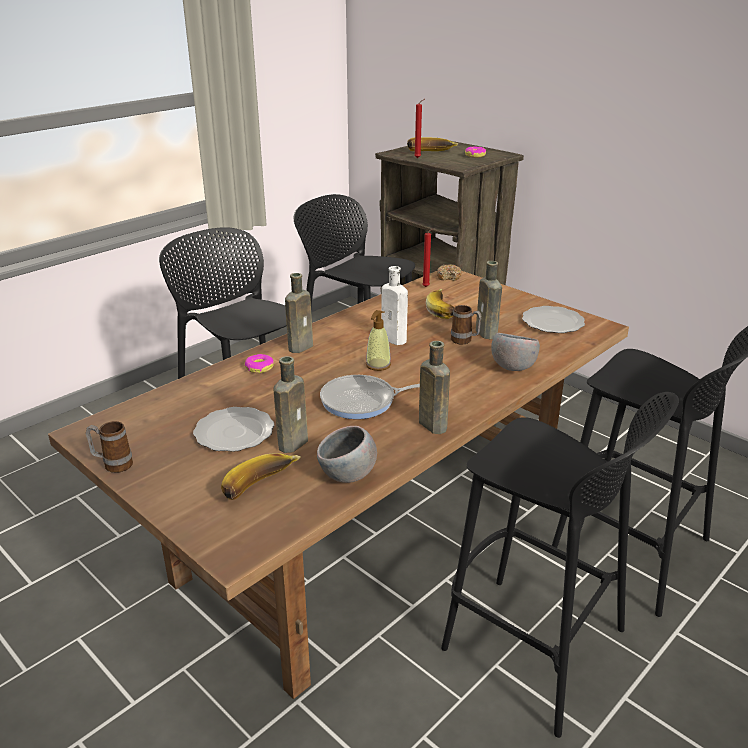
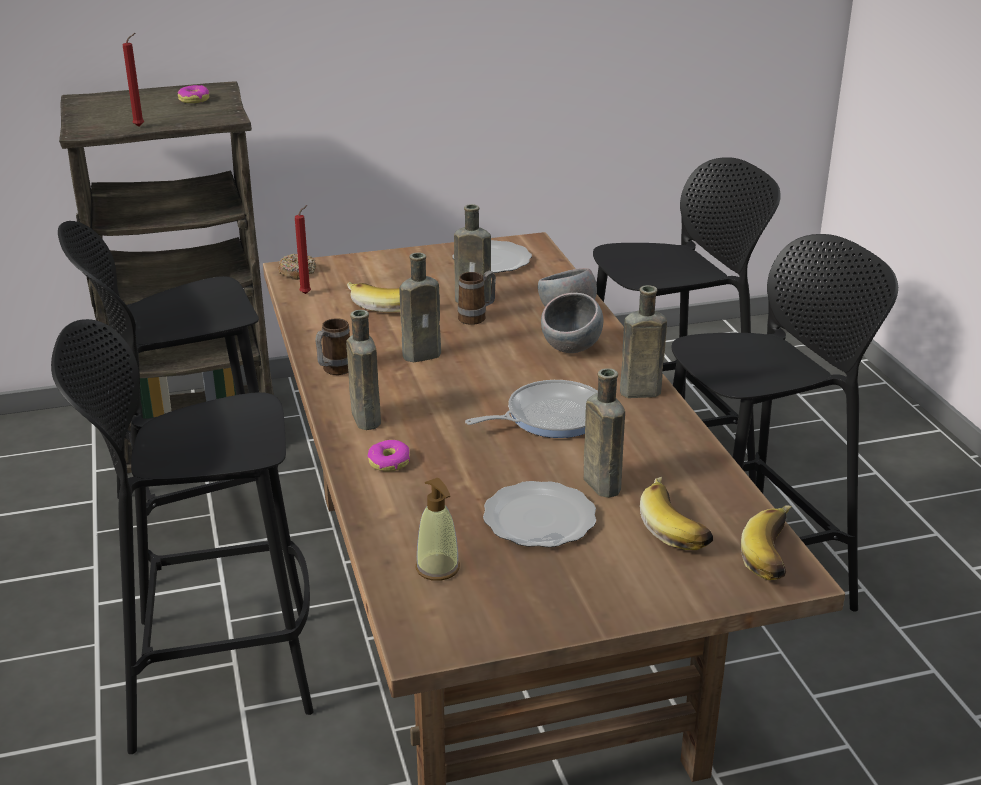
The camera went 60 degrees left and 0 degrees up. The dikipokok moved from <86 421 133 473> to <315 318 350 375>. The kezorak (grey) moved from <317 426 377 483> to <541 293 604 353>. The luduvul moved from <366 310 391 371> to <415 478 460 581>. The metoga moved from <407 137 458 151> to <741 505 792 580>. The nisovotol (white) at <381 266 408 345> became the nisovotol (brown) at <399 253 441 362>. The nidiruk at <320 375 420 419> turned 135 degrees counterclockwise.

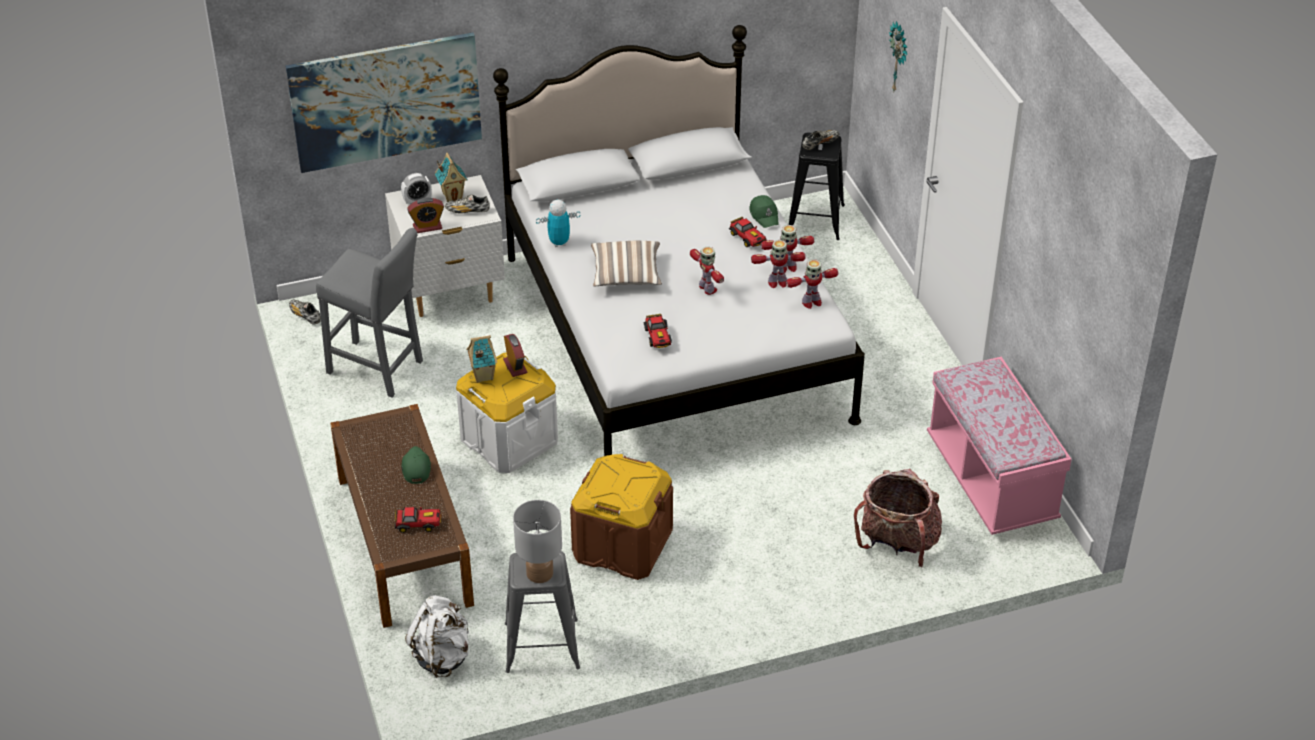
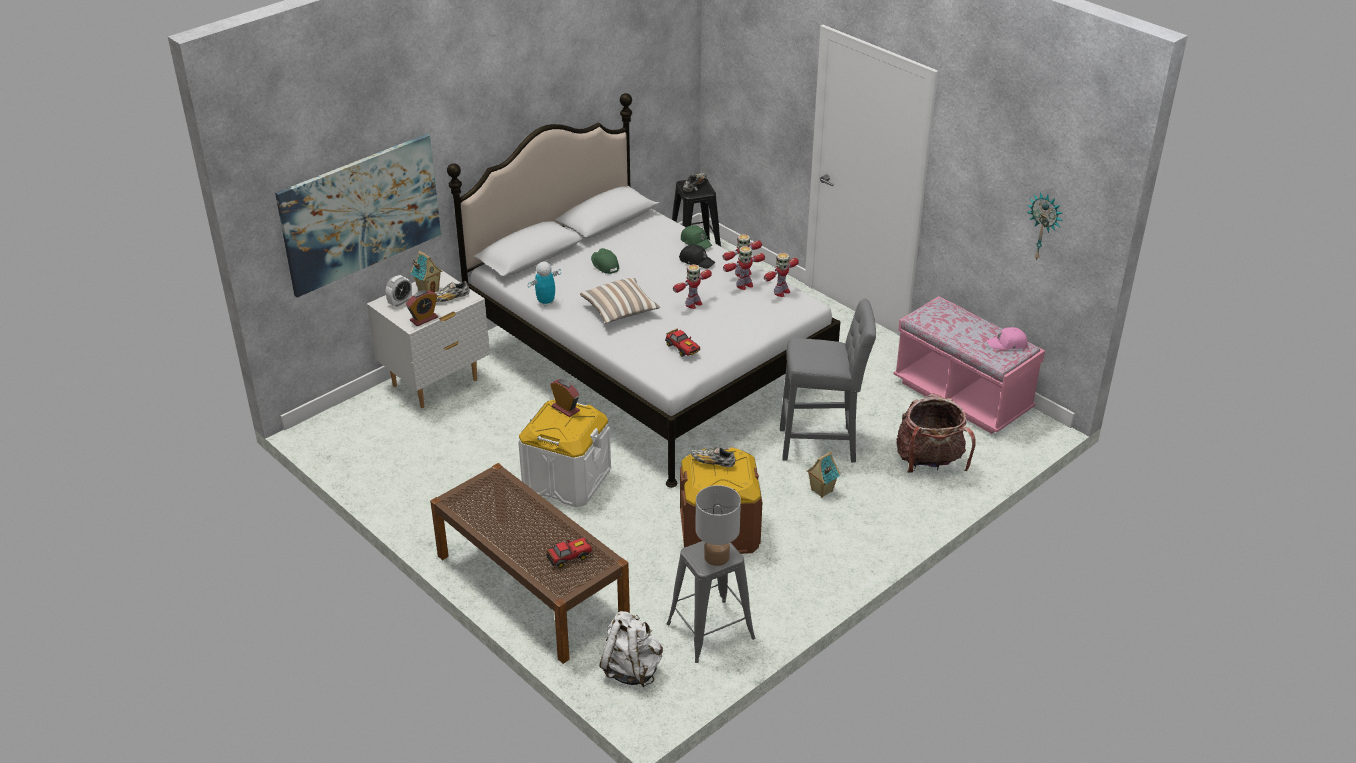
The camera went 25 degrees left and 5 degrees down. The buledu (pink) at <987 327 1027 349> appeared. The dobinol moved from <289 300 321 325> to <691 447 735 468>. The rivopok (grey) moved from <316 228 423 398> to <780 298 876 462>. The buledu (green) moved from <401 446 431 484> to <591 248 619 274>. The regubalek moved from <466 335 497 383> to <806 452 841 498>. The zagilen moved from <889 21 907 91> to <1027 192 1062 261>. The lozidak at <729 217 766 247> was replaced by the buledu (black) at <679 244 715 269>. The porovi at <690 246 724 295> turned 105 degrees clockwise.

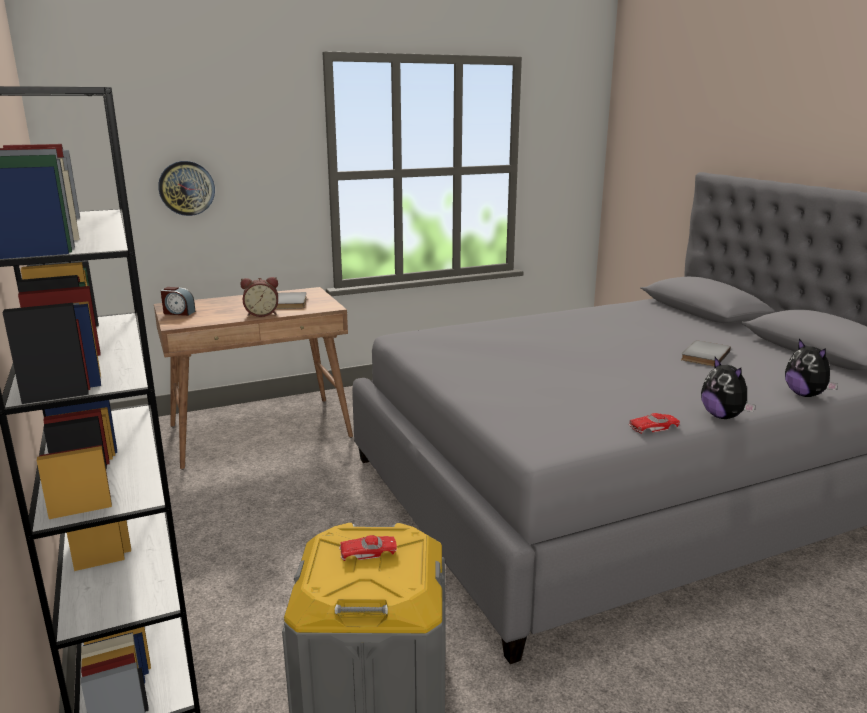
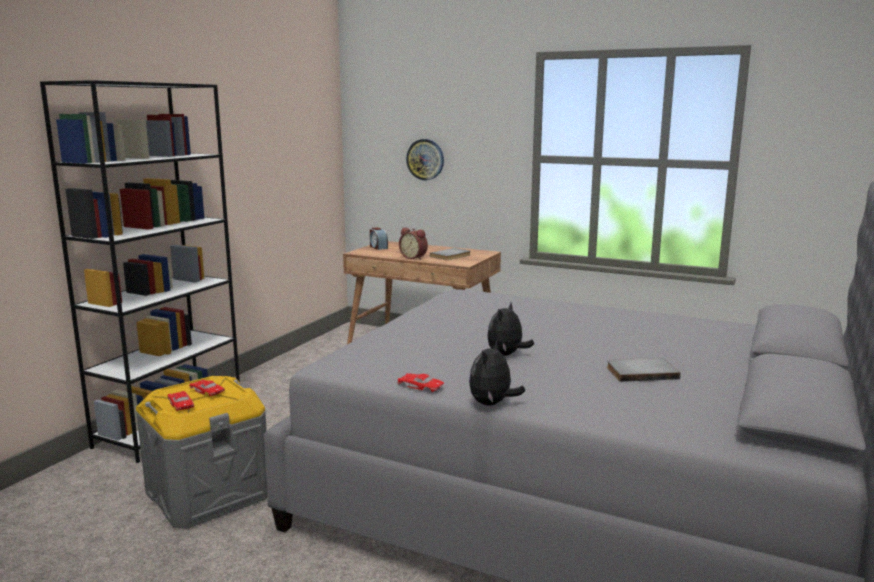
The camera went 50 degrees right and 5 degrees down. The lozidak (red) at <168 391 194 411> appeared. The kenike moved from <785 339 838 397> to <487 302 534 356>.

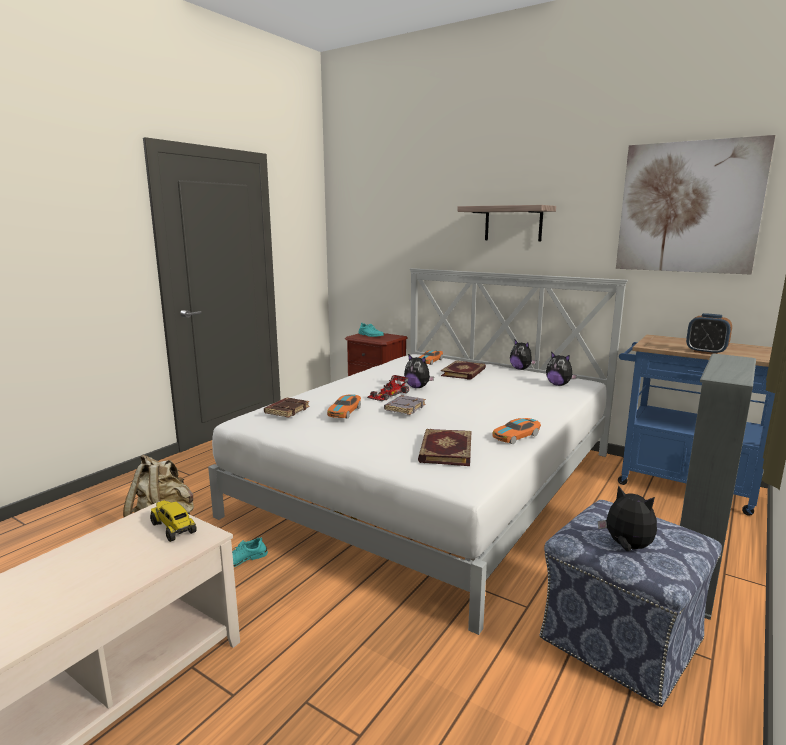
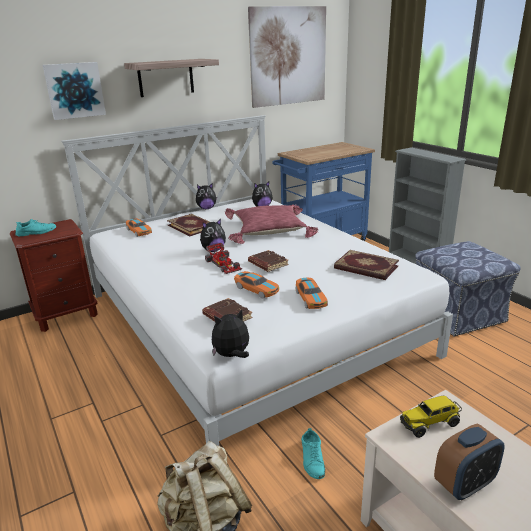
The camera went 65 degrees left and 10 degrees up. The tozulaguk at <43 62 106 120> appeared. The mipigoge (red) at <225 204 319 244> appeared. The lozidak moved from <493 418 541 444> to <296 278 328 309>. The kenike moved from <598 485 657 551> to <212 310 249 358>. The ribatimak moved from <686 313 732 354> to <434 424 505 500>. The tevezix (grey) at <384 395 426 415> became the tevezix (brown) at <248 250 289 272>.

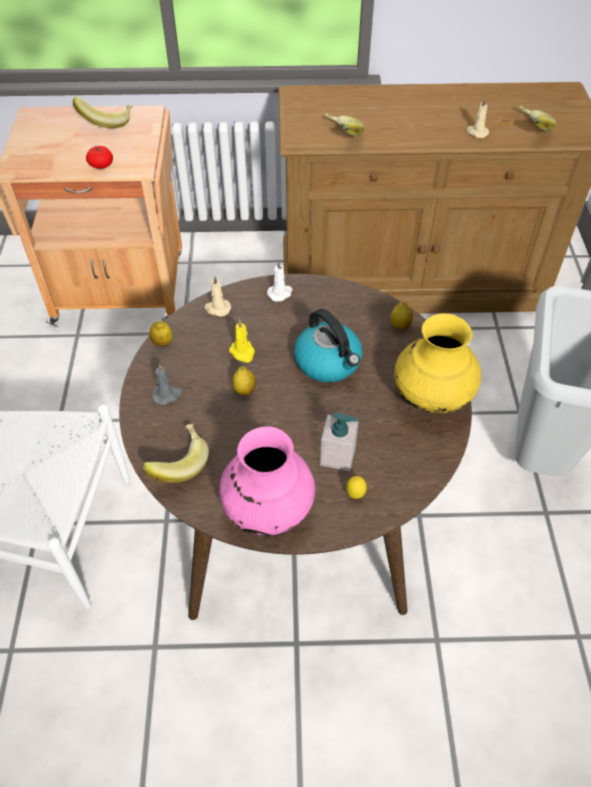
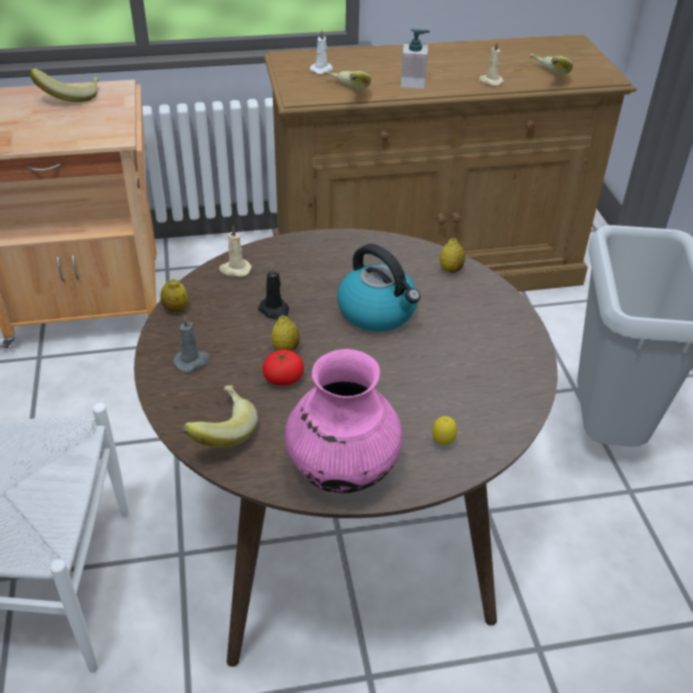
The camera went 10 degrees left and 10 degrees down. The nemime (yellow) at <394 313 481 413> disappeared. The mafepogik moved from <86 146 113 169> to <262 350 304 386>. The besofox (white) moved from <267 261 292 302> to <310 30 333 74>. The luduvul moved from <320 413 359 471> to <400 29 430 89>. The besofox (yellow) at <229 319 255 363> became the besofox (black) at <258 265 289 320>.

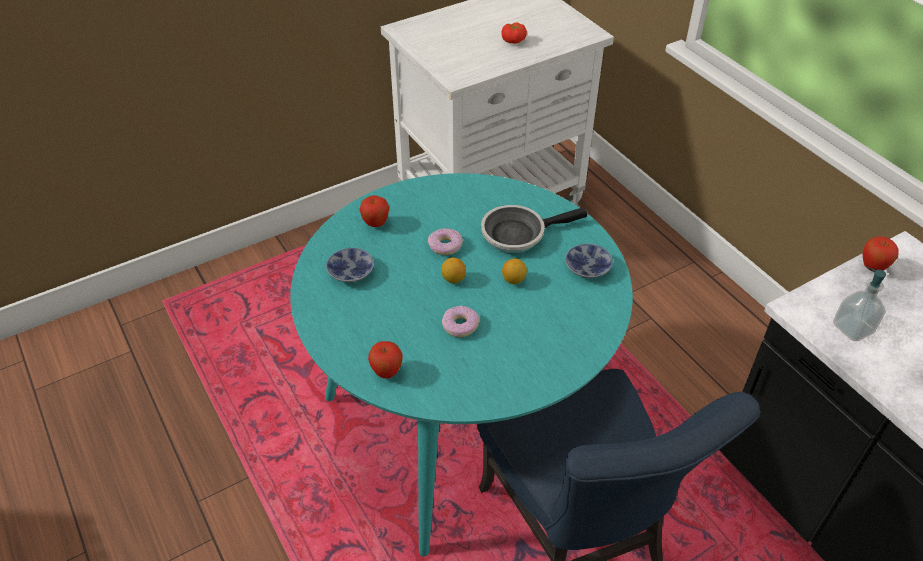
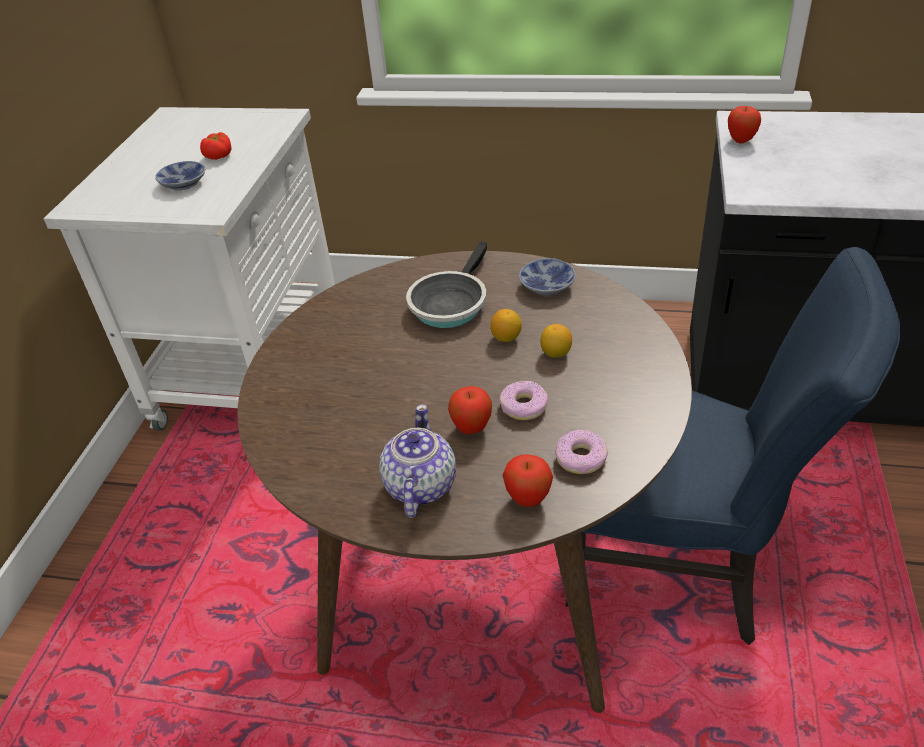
The camera went 45 degrees left and 5 degrees down. The luduvul at <833 267 886 341> disappeared. The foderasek at <379 404 456 518> appeared. The kezorak moved from <326 248 374 282> to <155 161 205 190>. The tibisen moved from <359 195 389 227> to <448 386 492 434>. The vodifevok moved from <428 228 463 255> to <555 430 608 474>. The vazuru moved from <441 257 466 284> to <540 324 572 358>. The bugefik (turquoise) at <290 173 633 556> became the bugefik (brown) at <237 251 692 713>.

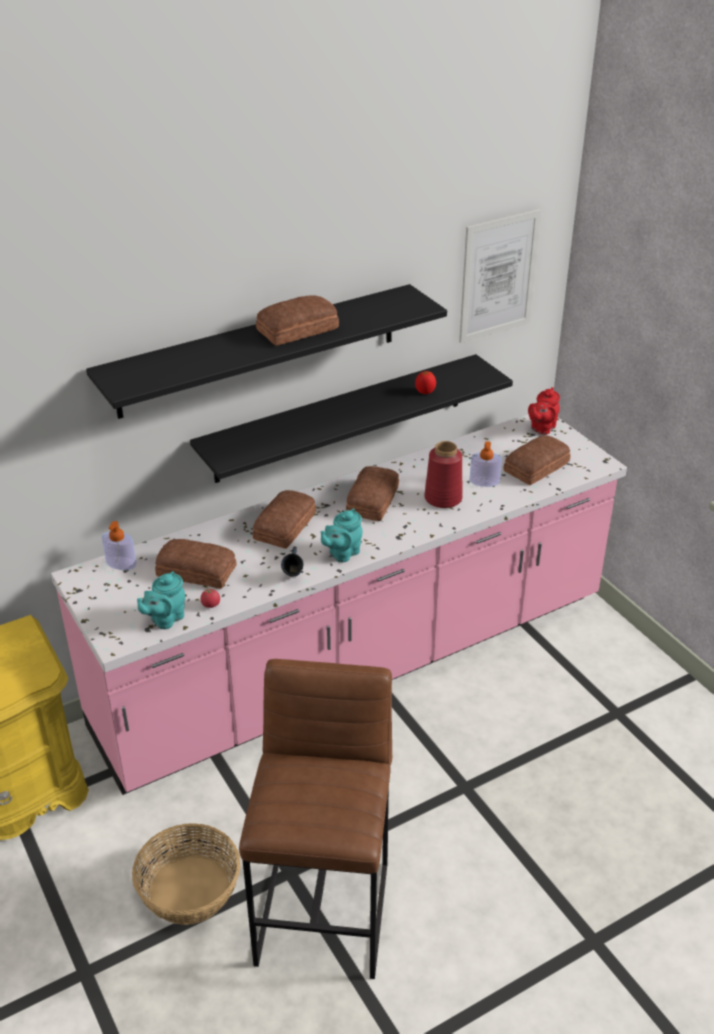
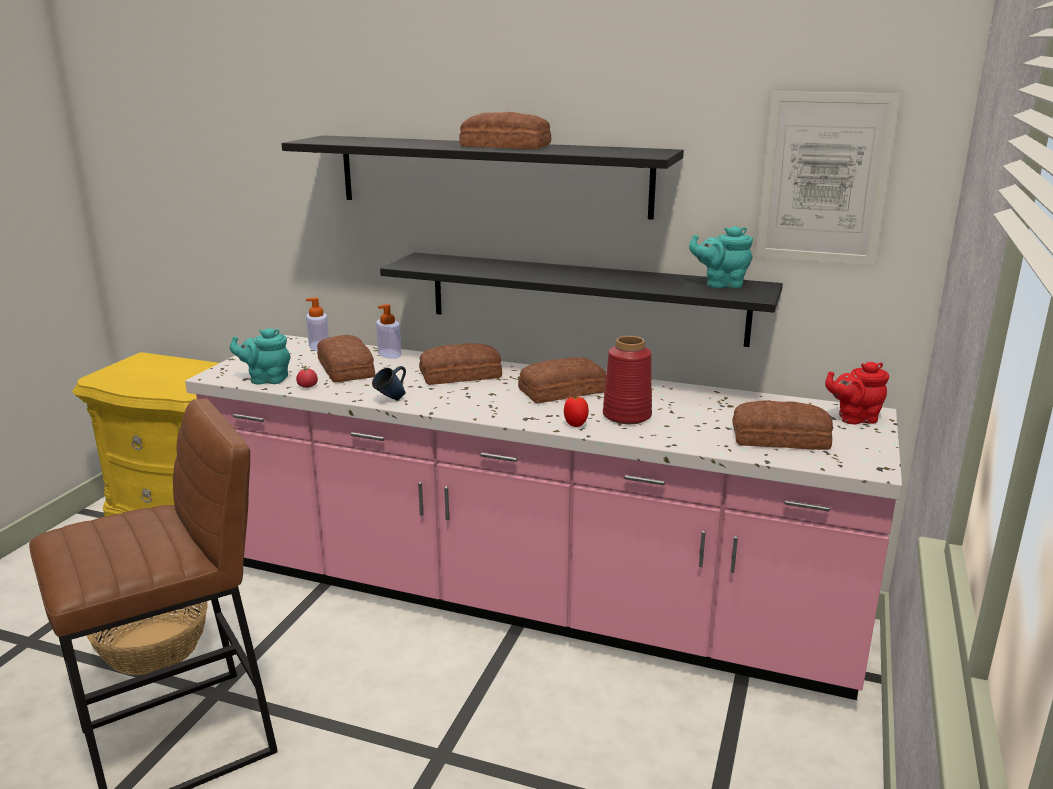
The camera went 50 degrees right and 15 degrees down. The foderasek (turquoise) moved from <321 508 363 562> to <689 226 753 288>. The mafepogik moved from <415 371 436 394> to <564 396 589 427>. The luduvul moved from <470 441 502 487> to <376 304 401 359>.

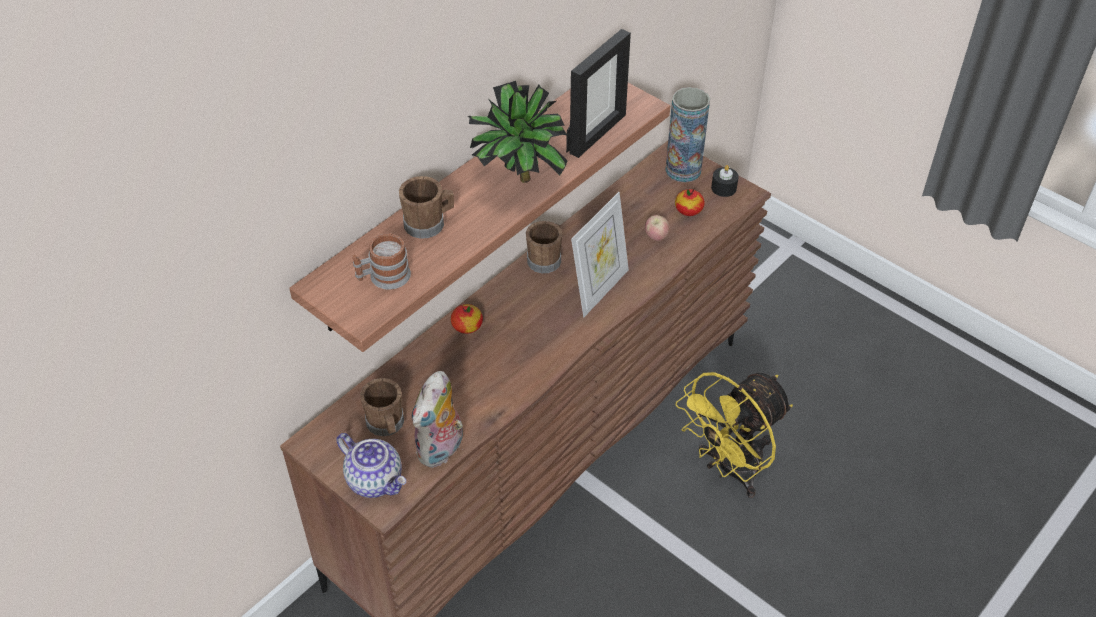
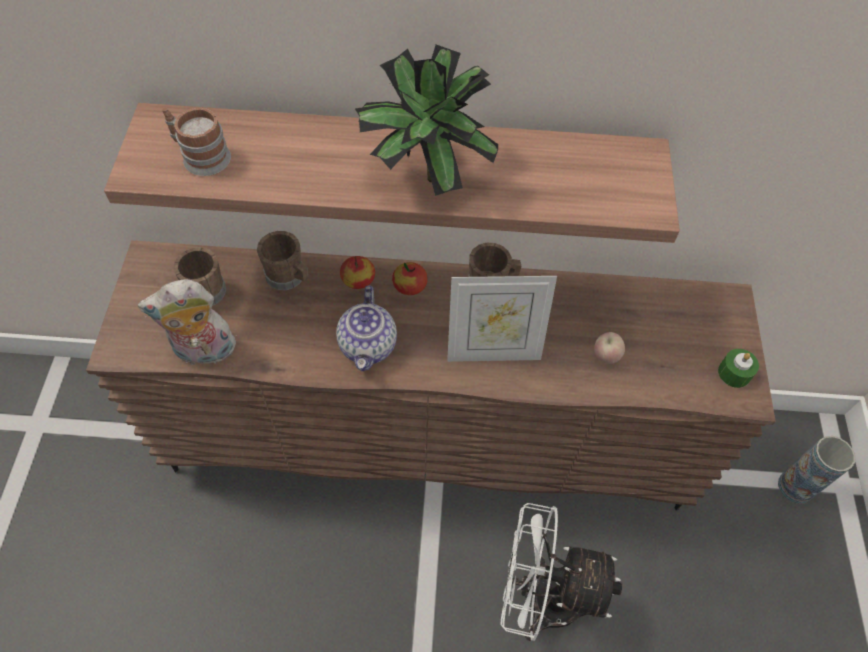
The camera went 50 degrees right and 10 degrees up. The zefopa at <566 29 631 158> disappeared. The foderasek moved from <336 433 406 498> to <336 286 397 371>. The dikipokok (brown) moved from <399 176 454 239> to <257 231 308 290>. The nemime moved from <665 87 710 182> to <778 436 855 504>. The tibisen moved from <675 188 705 216> to <392 262 428 295>. The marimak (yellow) at <676 372 793 498> became the marimak (white) at <501 503 622 641>. The besofox (black) at <711 165 739 197> became the besofox (green) at <718 349 759 388>.

